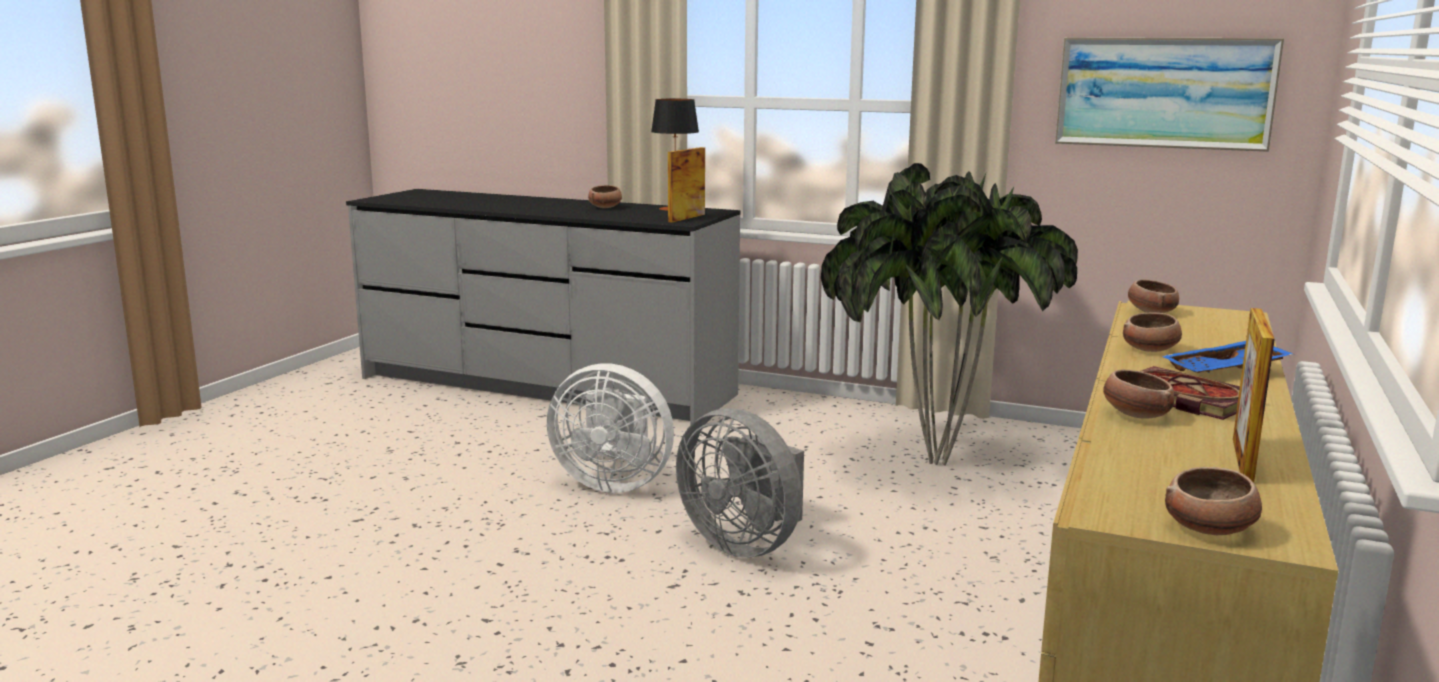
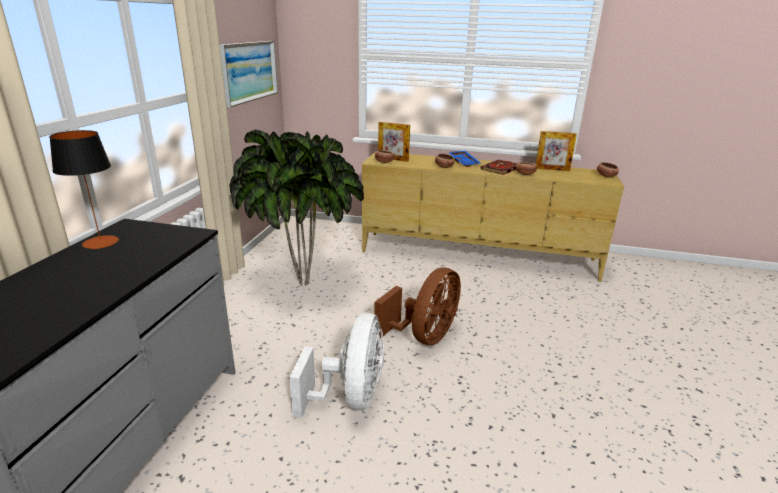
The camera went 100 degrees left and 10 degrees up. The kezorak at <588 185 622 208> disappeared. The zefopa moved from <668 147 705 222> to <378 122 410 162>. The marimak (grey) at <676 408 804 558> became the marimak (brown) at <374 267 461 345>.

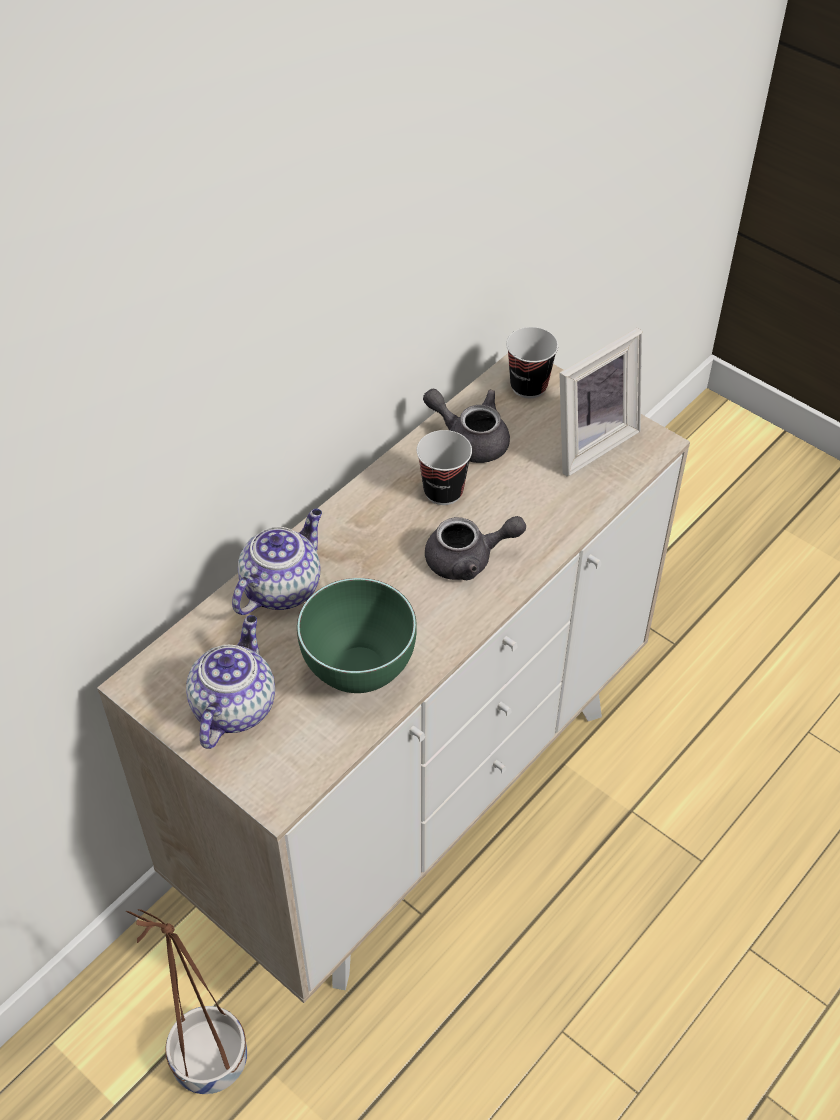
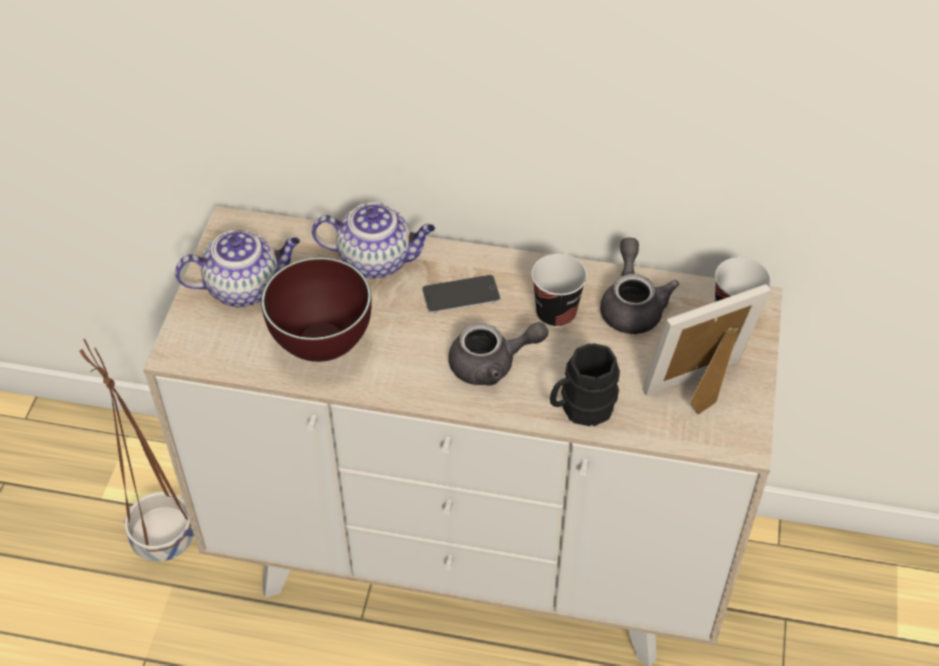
The camera went 60 degrees right and 0 degrees up. The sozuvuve at <422 275 501 313> appeared. The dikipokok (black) at <550 343 620 426> appeared. The kezorak (green) at <297 578 417 693> became the kezorak (brown) at <261 257 372 362>. The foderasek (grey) at <425 516 526 580> turned 60 degrees counterclockwise. The zefopa at <559 328 642 477> turned 135 degrees clockwise.

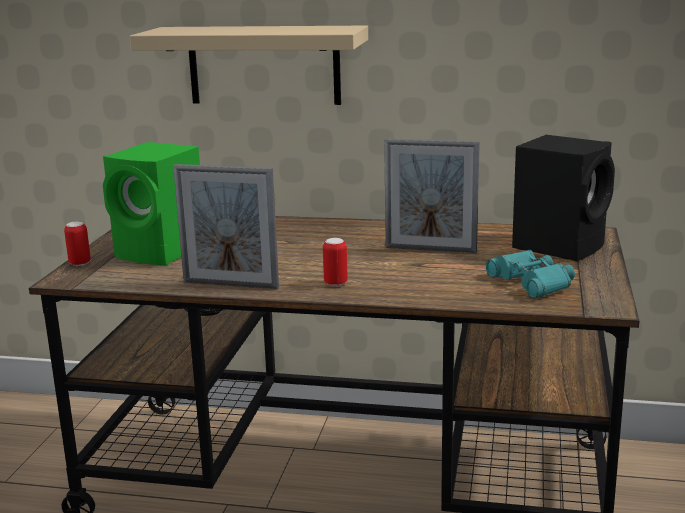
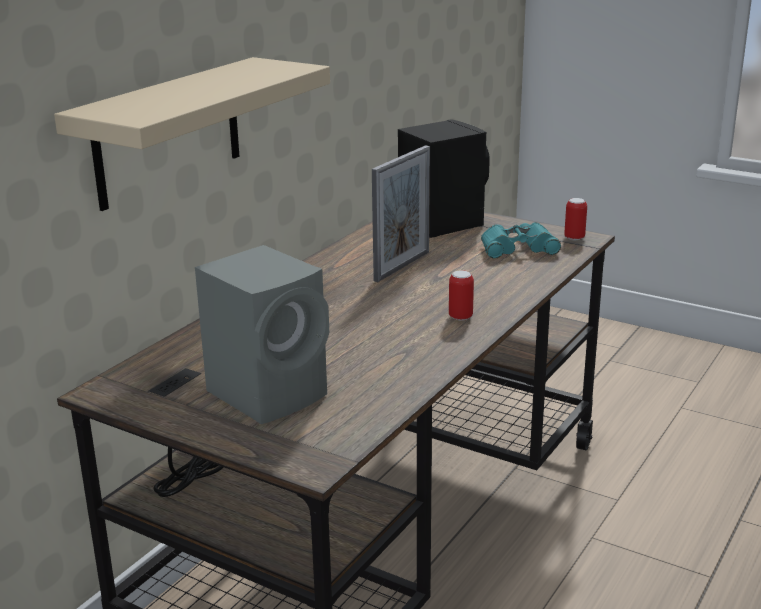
The camera went 70 degrees left and 5 degrees up. The zefopa at <173 164 279 289> disappeared. The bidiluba moved from <64 221 91 266> to <564 198 587 240>. The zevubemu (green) at <103 142 200 265> became the zevubemu (grey) at <195 245 329 424>.

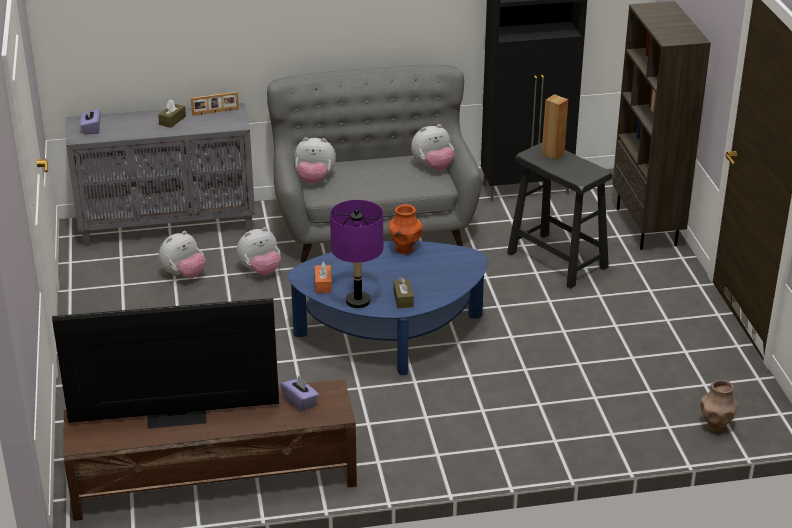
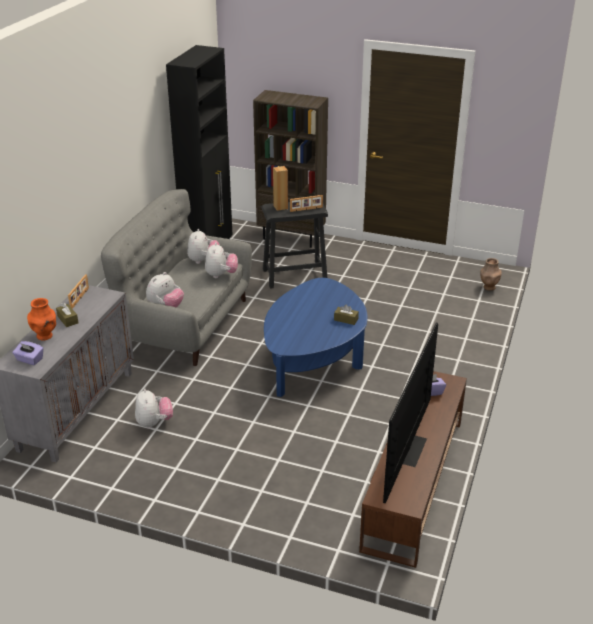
The camera went 60 degrees left and 0 degrees up. The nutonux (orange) at <315 262 332 293> disappeared. The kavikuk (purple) at <330 200 383 308> disappeared. The zefopa at <290 195 323 212> appeared. The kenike moved from <237 227 281 275> to <205 242 238 278>. The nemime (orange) moved from <389 204 423 254> to <27 298 56 341>.

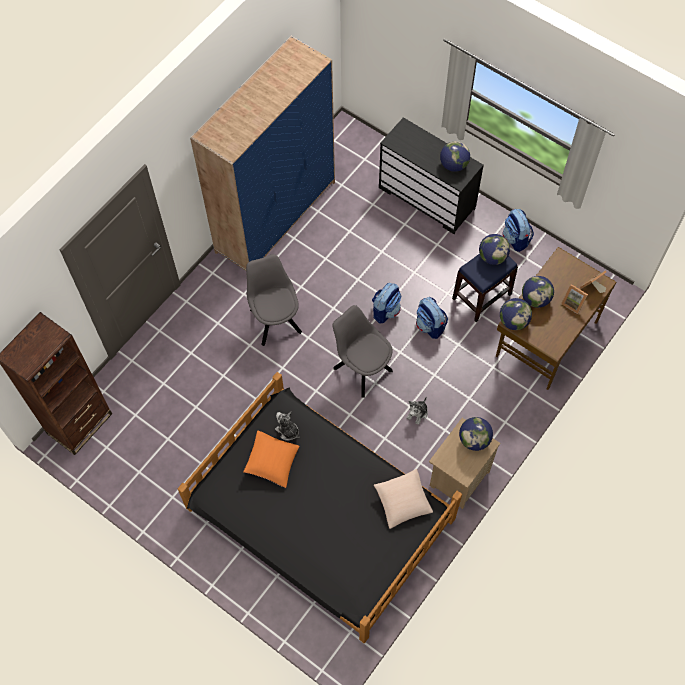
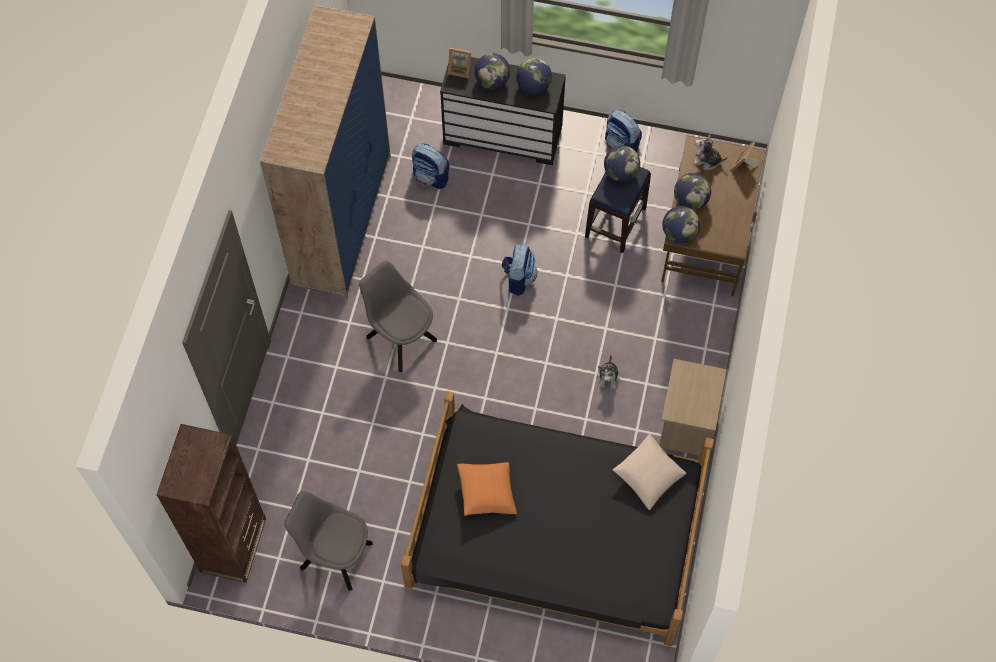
The camera went 25 degrees left and 0 degrees up. The kenike moved from <275 412 300 441> to <693 134 727 170>. The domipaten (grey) moved from <333 305 393 398> to <284 491 373 591>. The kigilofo moved from <416 297 448 339> to <412 143 449 189>. The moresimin moved from <459 417 493 451> to <475 53 510 89>. The zefopa moved from <561 284 588 314> to <448 48 471 78>.

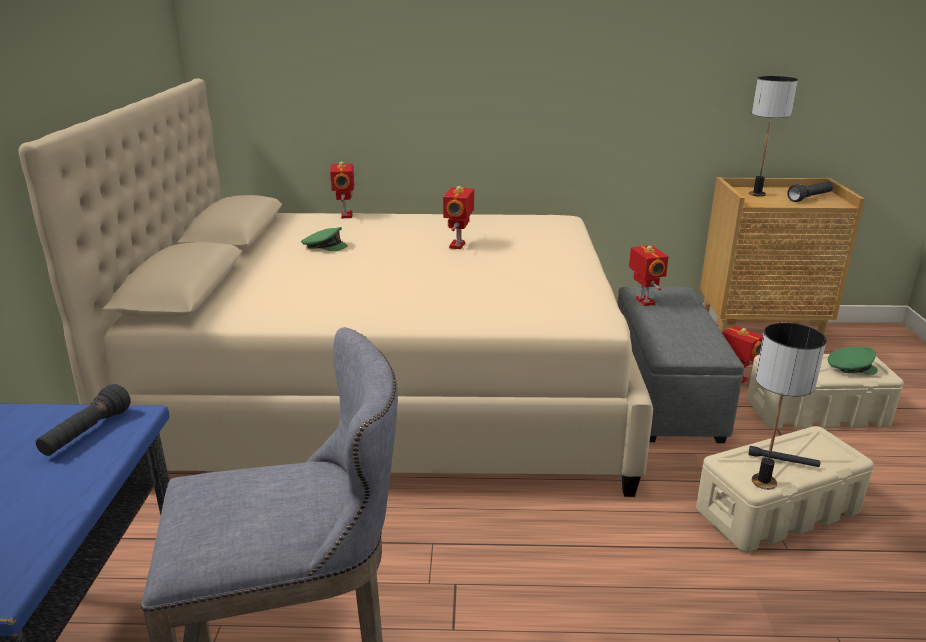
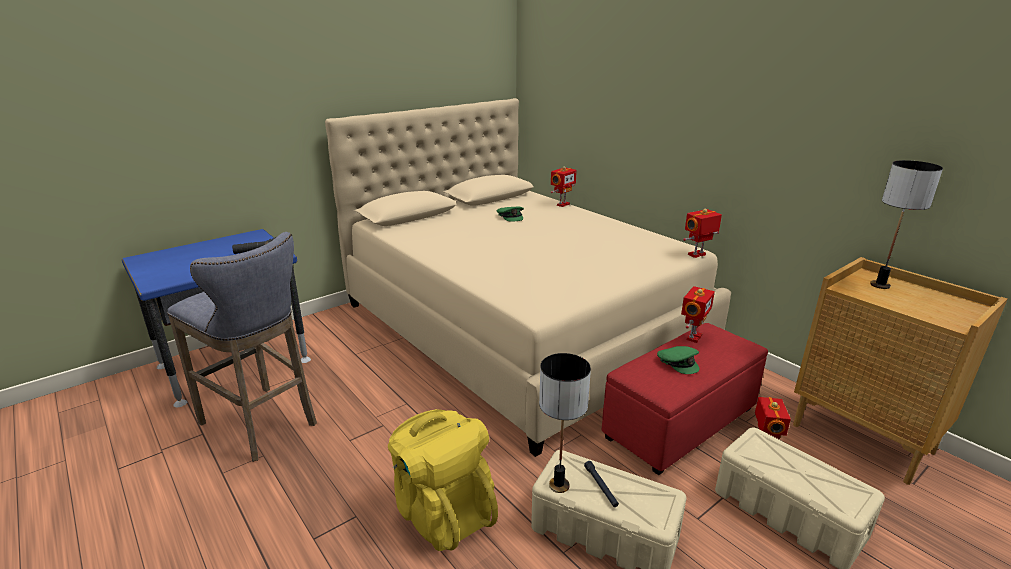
The camera went 50 degrees right and 0 degrees up. The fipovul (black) at <787 182 833 202> disappeared. The kigilofo (yellow) at <388 409 498 551> appeared. The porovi moved from <443 186 474 249> to <683 209 722 258>. The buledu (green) moved from <828 347 878 375> to <657 346 699 374>. The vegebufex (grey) at <617 287 744 443> became the vegebufex (red) at <602 323 768 475>.

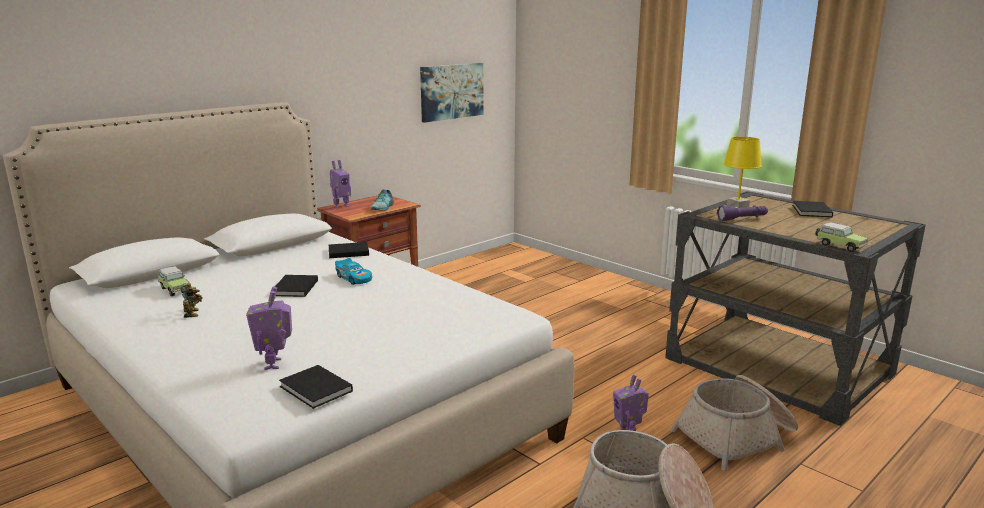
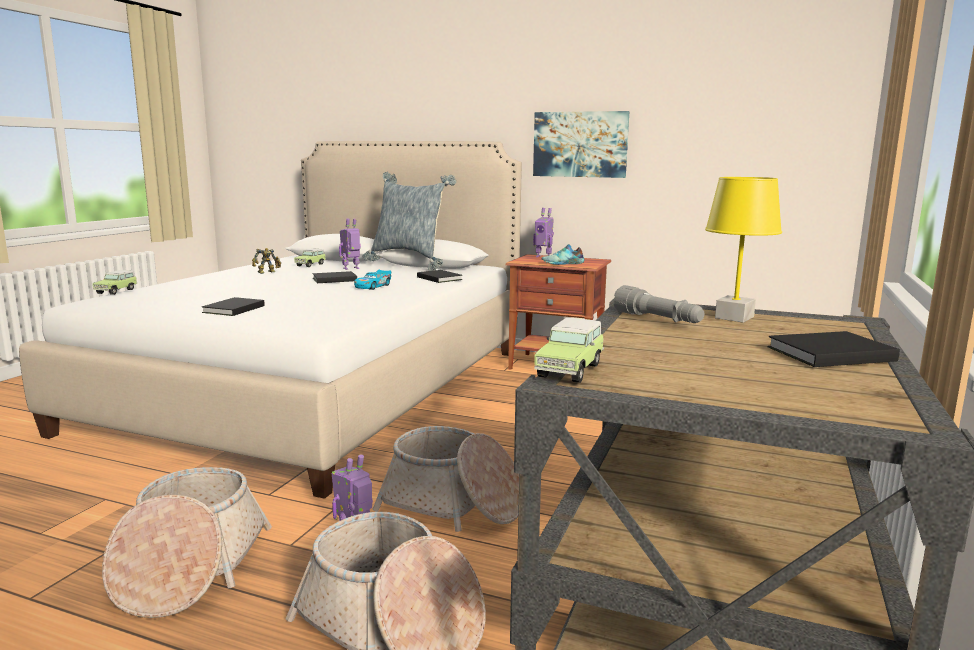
The camera went 65 degrees right and 5 degrees down. The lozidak at <93 270 138 295> appeared. The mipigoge at <363 172 456 271> appeared. The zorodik at <373 426 519 532> appeared. The porovi moved from <246 287 292 370> to <339 218 361 270>. The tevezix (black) moved from <279 365 353 409> to <202 297 265 316>. The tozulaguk moved from <420 63 484 123> to <533 111 629 178>. The fipovul (purple) at <717 205 768 221> became the fipovul (grey) at <614 285 704 323>.

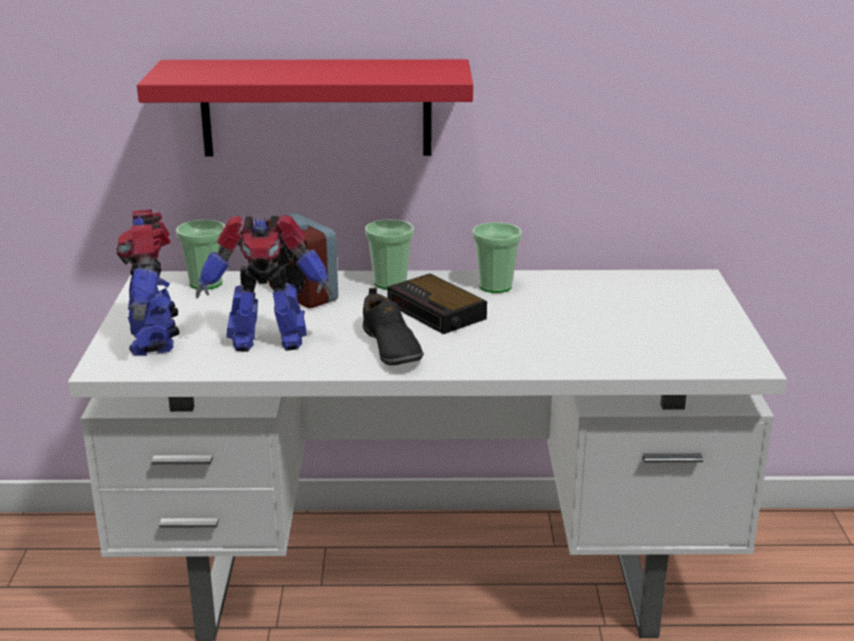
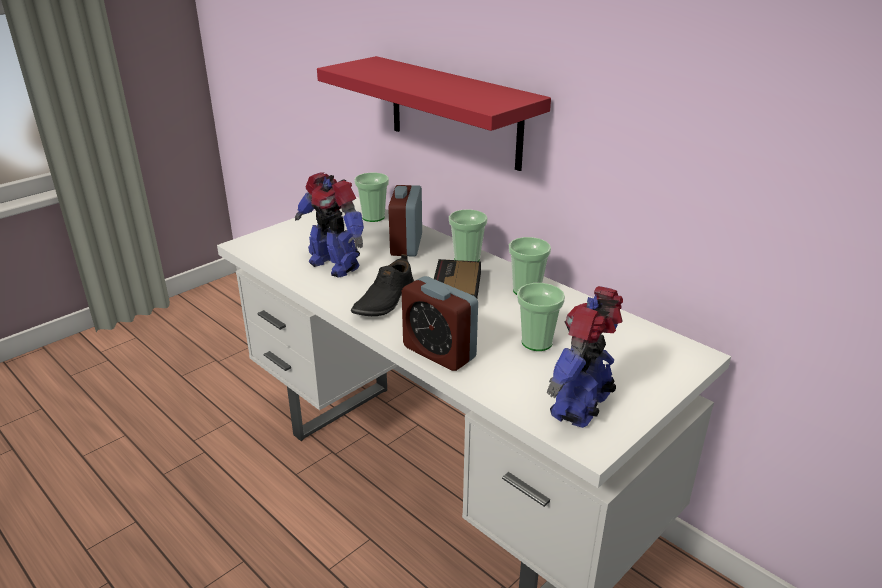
The camera went 45 degrees right and 5 degrees up. The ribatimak at <402 276 478 371> appeared. The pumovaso at <517 283 565 351> appeared. The porovi moved from <116 209 179 356> to <547 286 623 428>.

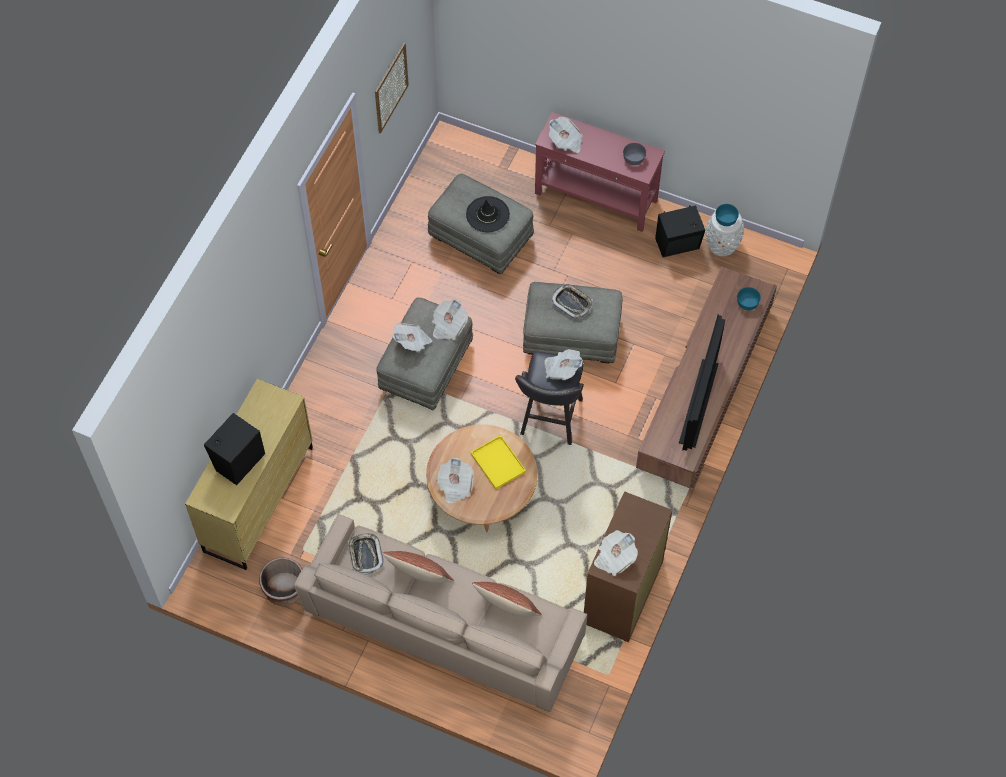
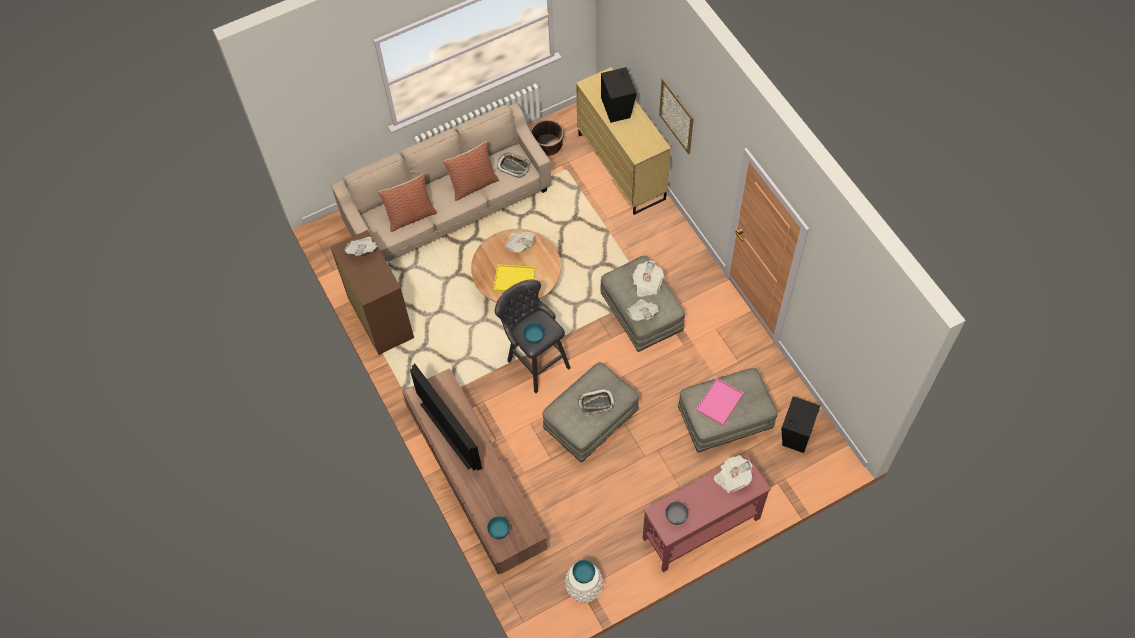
The camera went 130 degrees right and 0 degrees up. The tozulaguk moved from <375 43 409 134> to <659 78 694 154>. The zevubemu (black) moved from <655 205 705 257> to <781 396 820 453>. The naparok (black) at <466 196 510 232> was replaced by the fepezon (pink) at <696 378 744 425>. The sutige at <545 349 583 380> was replaced by the kezorak (turquoise) at <523 322 545 344>.

